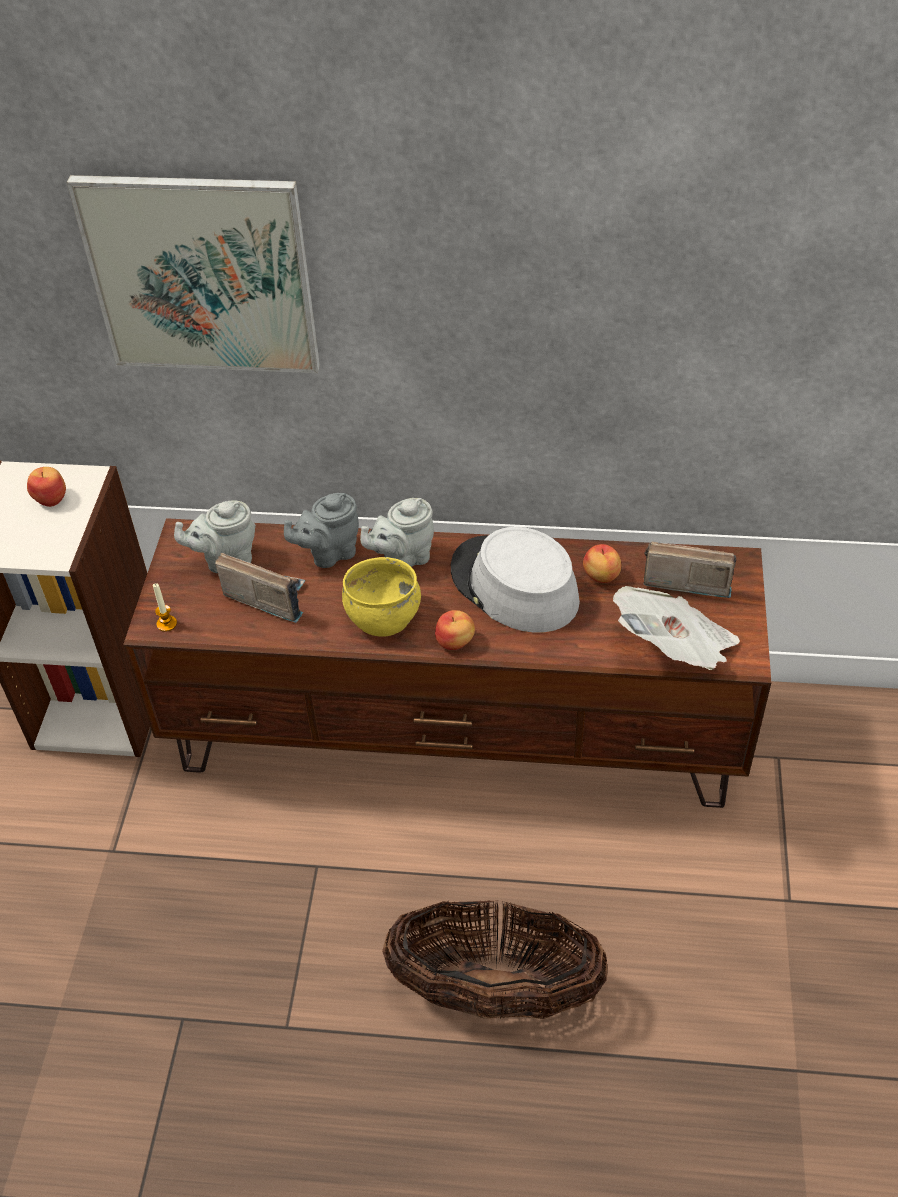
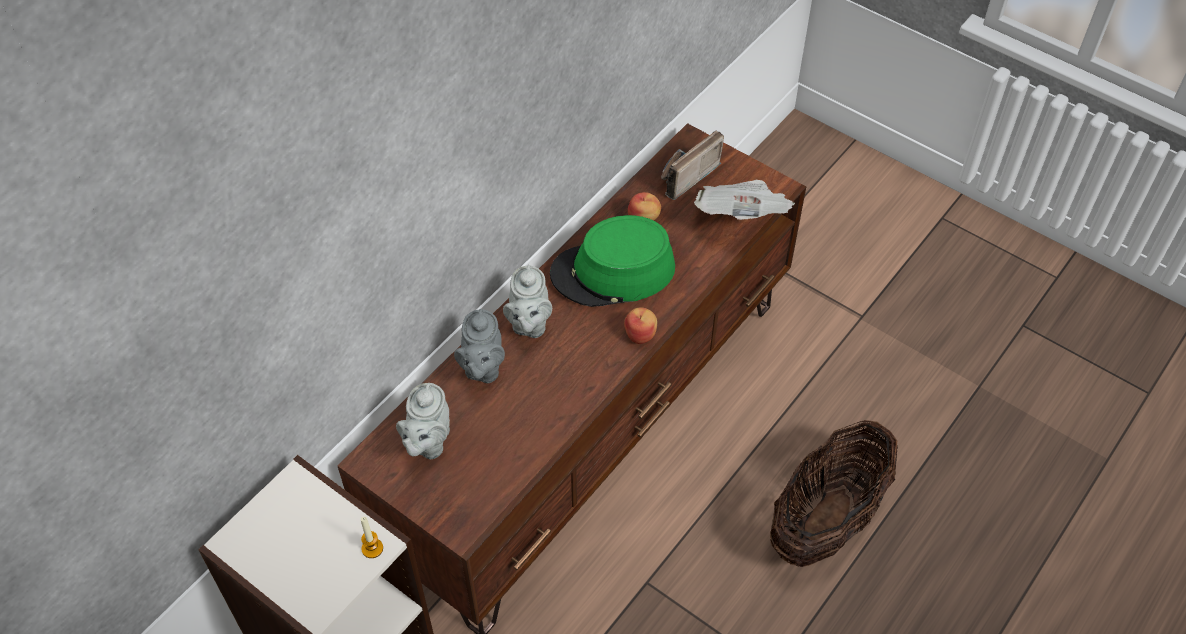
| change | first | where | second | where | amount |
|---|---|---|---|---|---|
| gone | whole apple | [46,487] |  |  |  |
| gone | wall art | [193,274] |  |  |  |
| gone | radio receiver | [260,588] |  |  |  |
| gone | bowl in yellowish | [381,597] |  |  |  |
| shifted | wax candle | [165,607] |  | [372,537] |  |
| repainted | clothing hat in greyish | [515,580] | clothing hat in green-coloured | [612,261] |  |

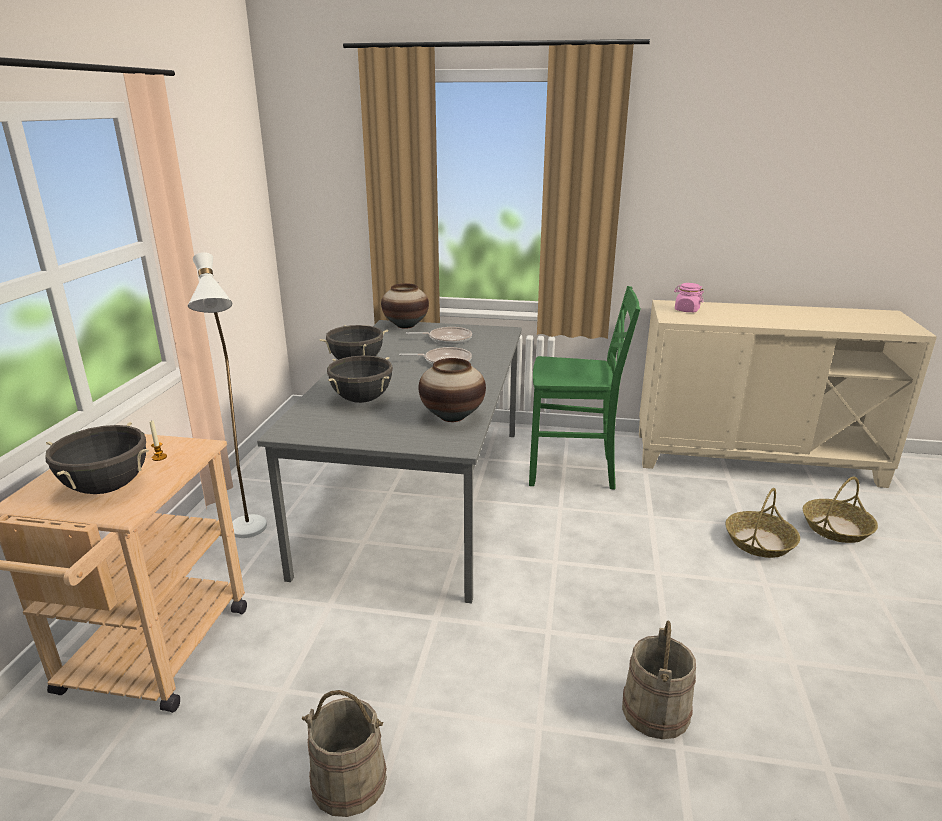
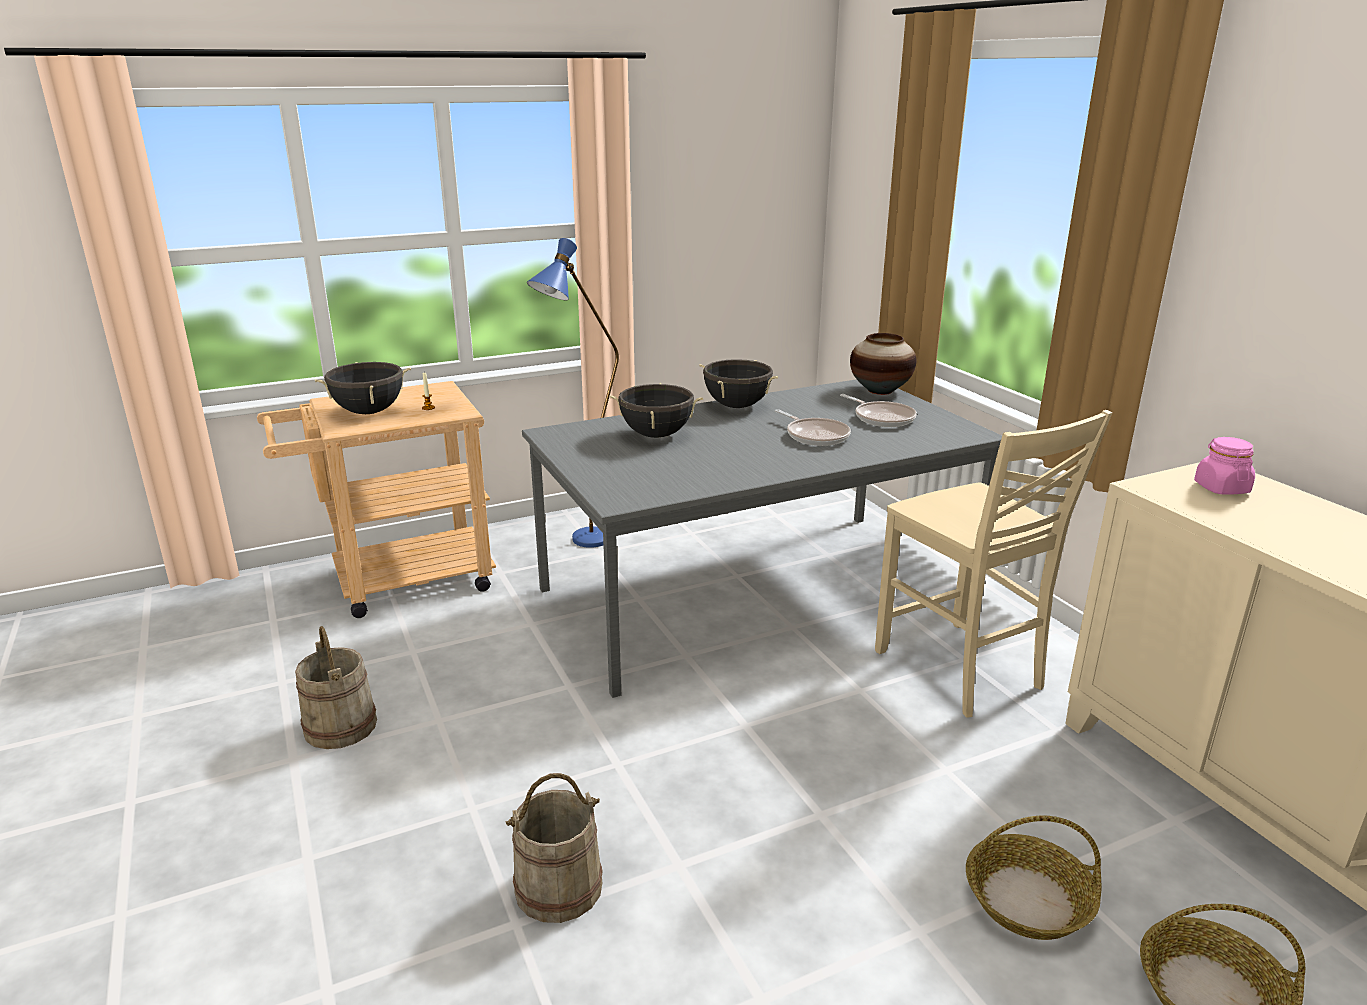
| change | first | where | second | where | amount |
|---|---|---|---|---|---|
| gone | flower vase | [452,390] |  |  |  |
| repainted | standard lamp in white | [227,395] | standard lamp in blue | [573,393] |  |
| repainted | upright chair in green-coloured | [585,388] | upright chair in sand-coloured | [993,564] |  |

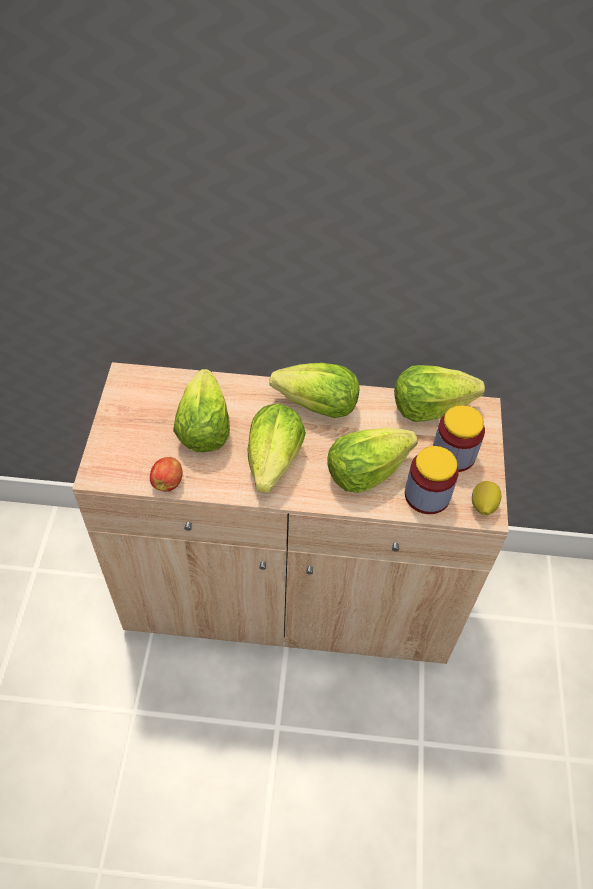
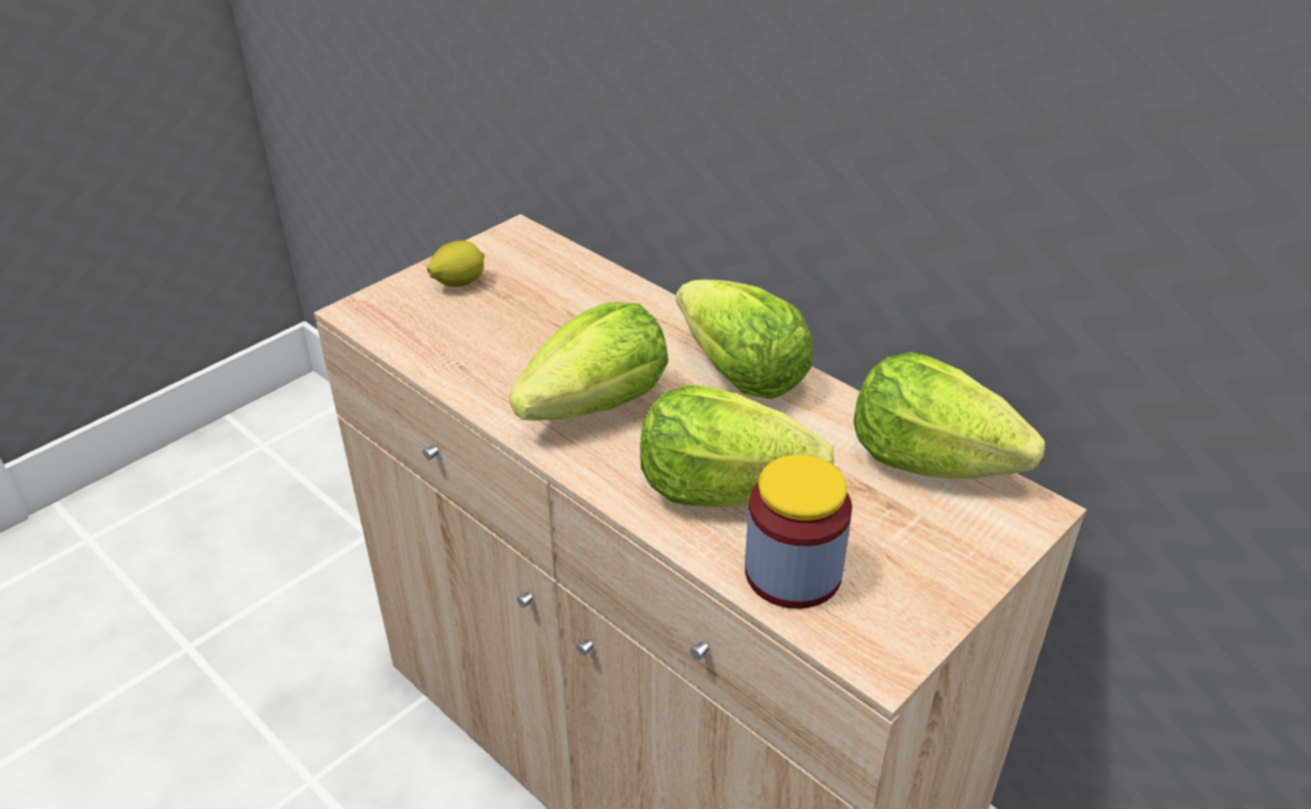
| change | first | where | second | where | amount |
|---|---|---|---|---|---|
| gone | whole apple | [166,474] |  |  |  |
| gone | lettuce head | [201,410] |  |  |  |
| gone | storage jar | [459,438] |  |  |  |
| shifted | lemon | [486,498] |  | [456,263] |  |

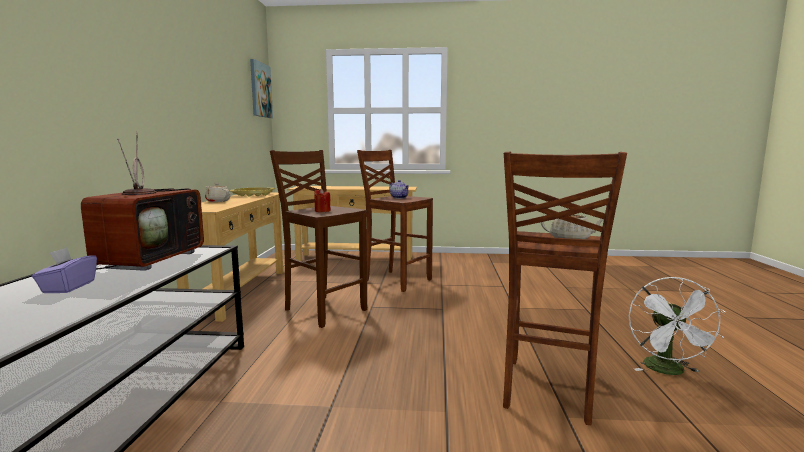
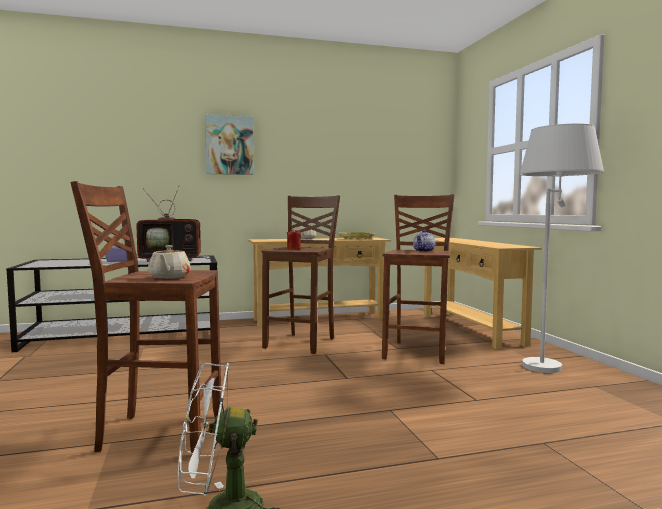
| change | first | where | second | where | amount |
|---|---|---|---|---|---|
| new |  |  | standard lamp in white | [562,248] |  |
| shifted | wall art | [261,88] |  | [229,144] |  |

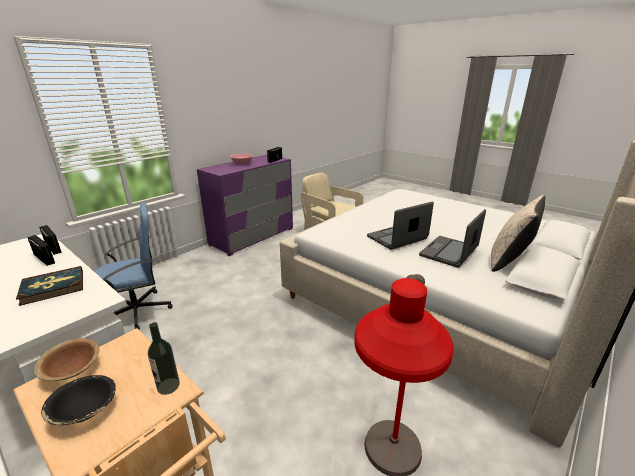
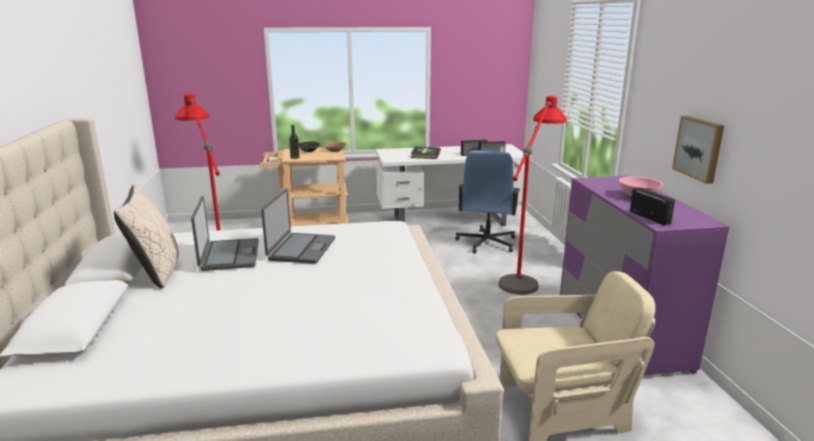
| change | first | where | second | where | amount |
|---|---|---|---|---|---|
| new |  |  | standard lamp in red | [532,195] |  |
| new |  |  | wall art | [698,150] |  |

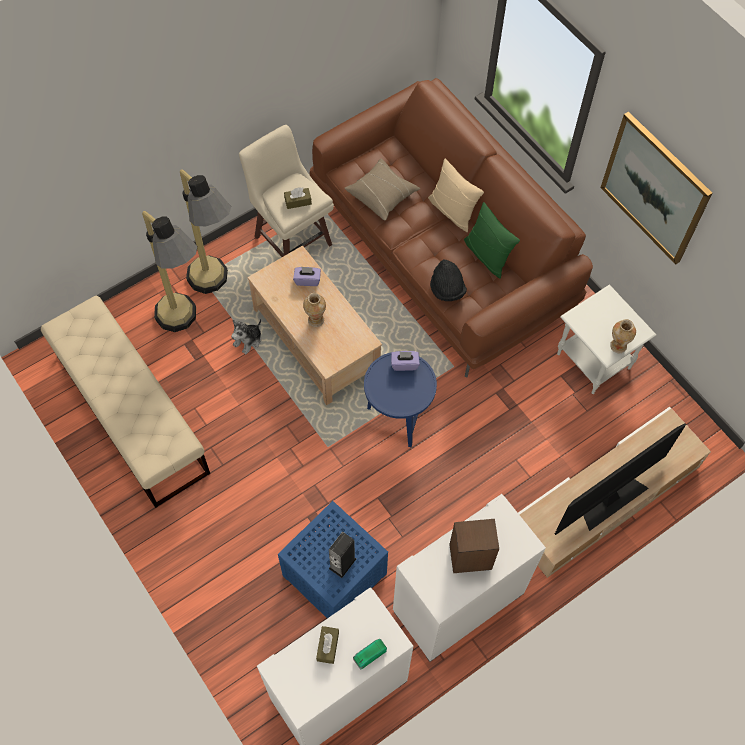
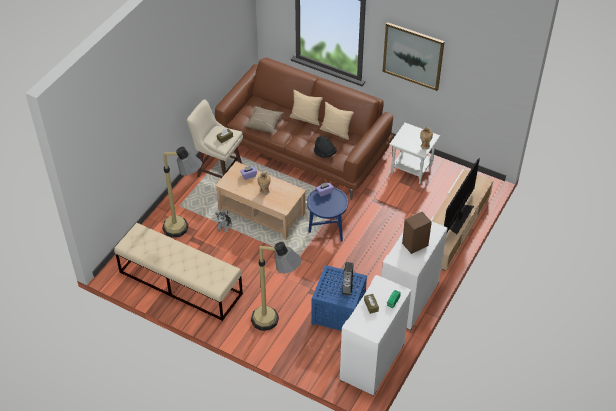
| change | first | where | second | where | amount |
|---|---|---|---|---|---|
| shifted | standard lamp | [205,231] |  | [276,286] |  |
| repainted | throw pillow in green-coloured | [492,240] | throw pillow in sand-coloured | [337,121] |  |

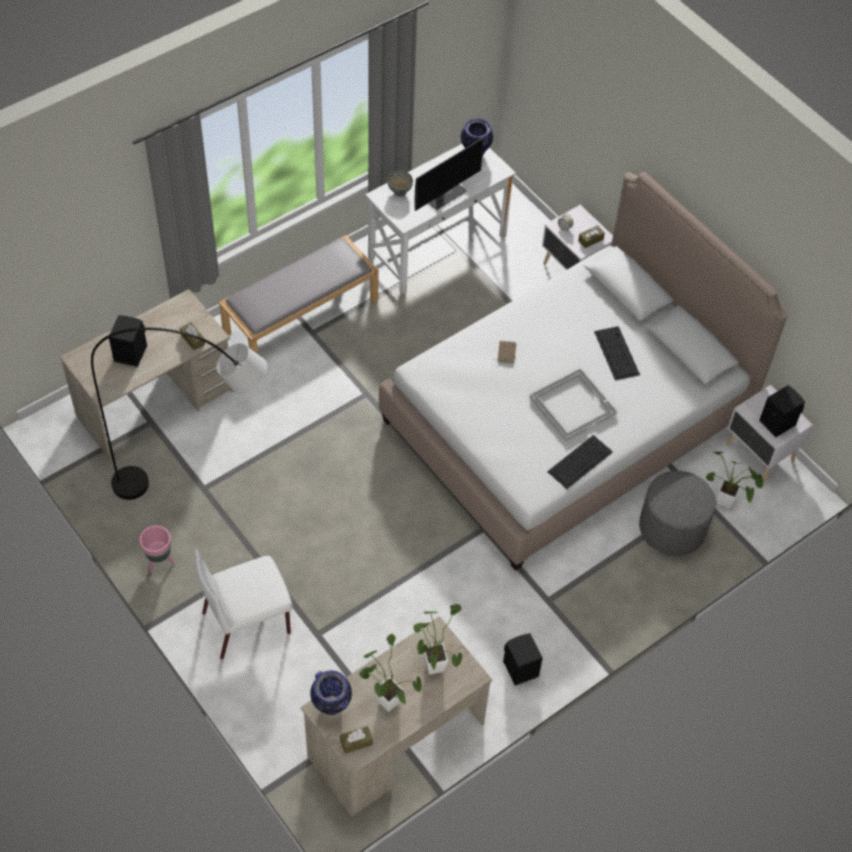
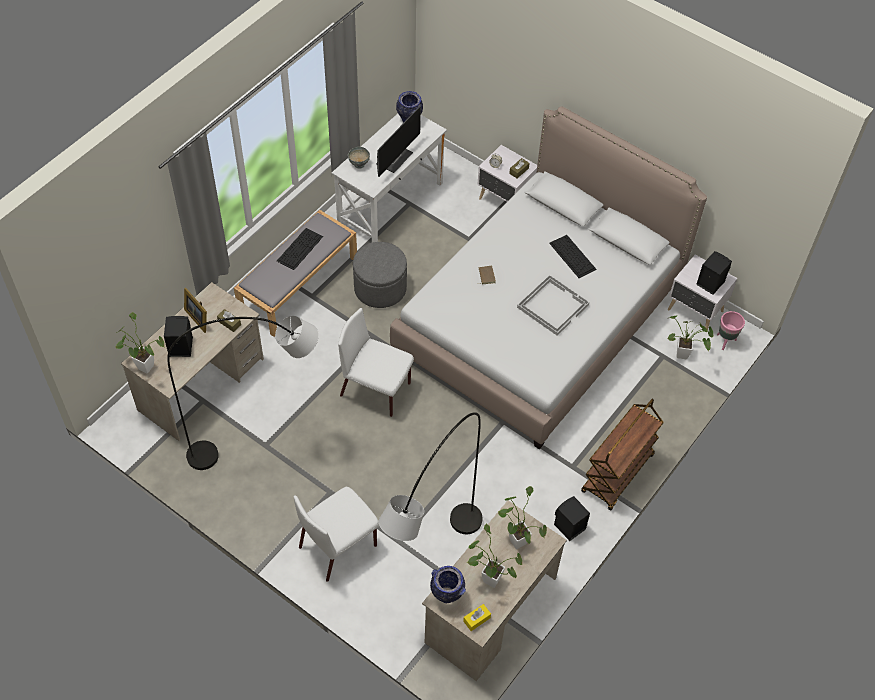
| change | first | where | second | where | amount |
|---|---|---|---|---|---|
| new |  |  | potted plant | [140,342] |  |
| new |  |  | standing frame | [195,310] |  |
| new |  |  | upright chair in white | [376,362] |  |
| new |  |  | standard lamp in greyish | [431,476] |  |
| new |  |  | trolley in brown | [622,455] |  |
| shifted | plant pot in pinkish | [157,549] |  | [731,330] |  |
| shifted | computer keyboard | [580,462] |  | [300,249] |  |
| shifted | ottoman in greyish | [677,513] |  | [380,275] |  |
| repainted | tissue holder in brown | [356,740] | tissue holder in yellowish | [477,617] |  |

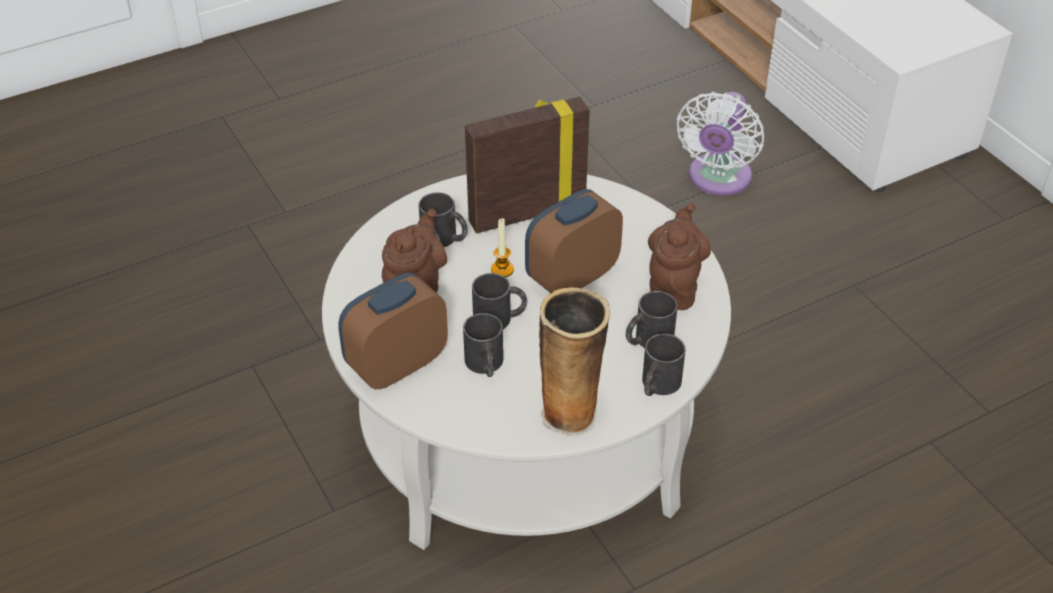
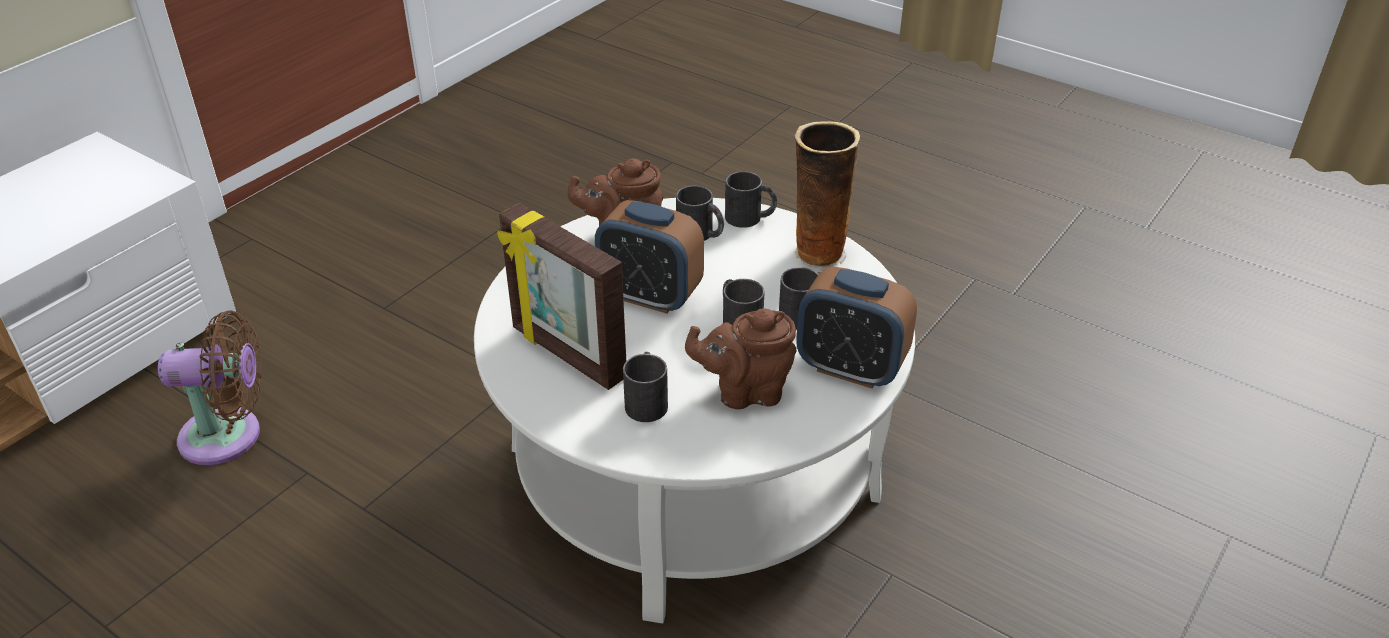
| change | first | where | second | where | amount |
|---|---|---|---|---|---|
| gone | wax candle | [502,247] |  |  |  |
| repainted | cooling fan in white | [720,143] | cooling fan in brown | [210,388] |  |

